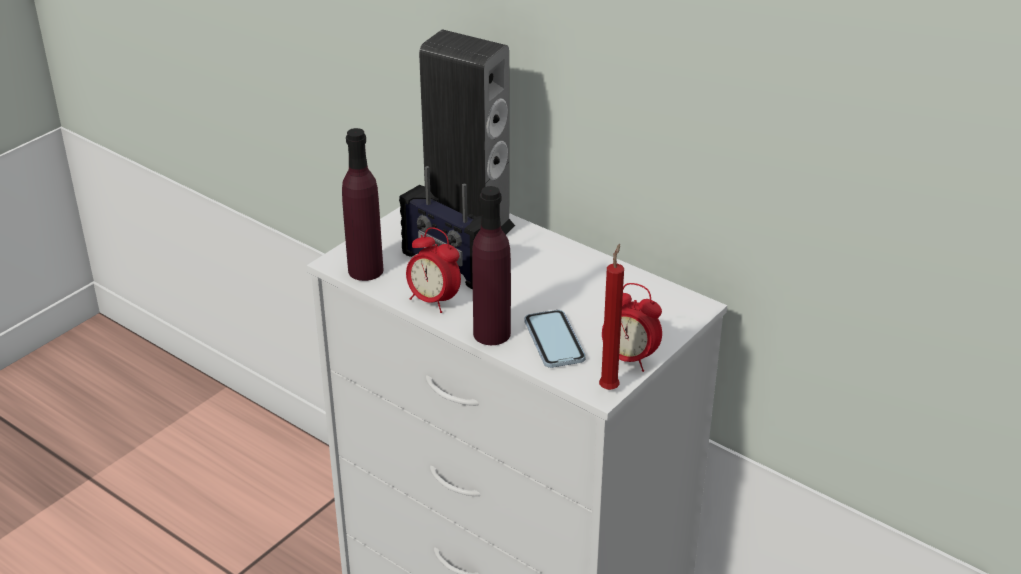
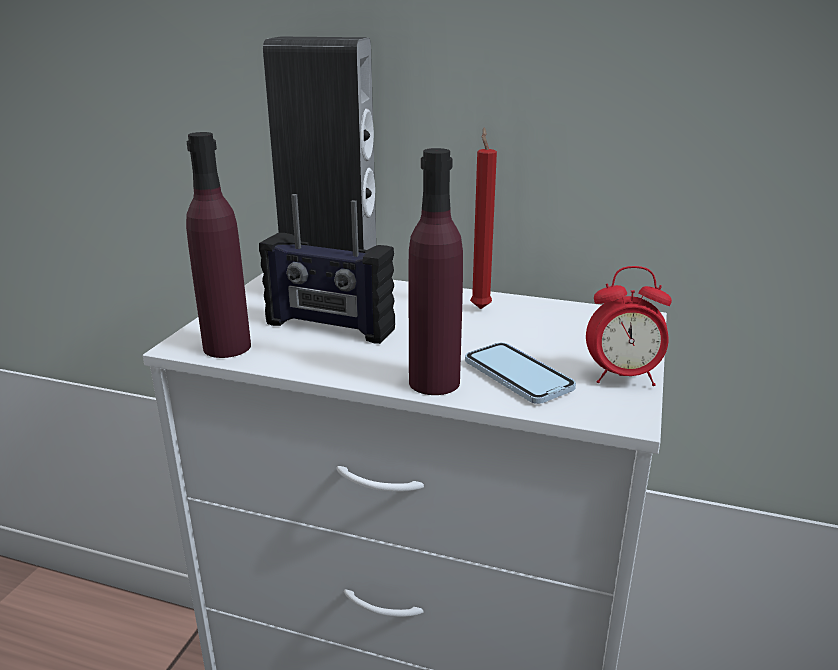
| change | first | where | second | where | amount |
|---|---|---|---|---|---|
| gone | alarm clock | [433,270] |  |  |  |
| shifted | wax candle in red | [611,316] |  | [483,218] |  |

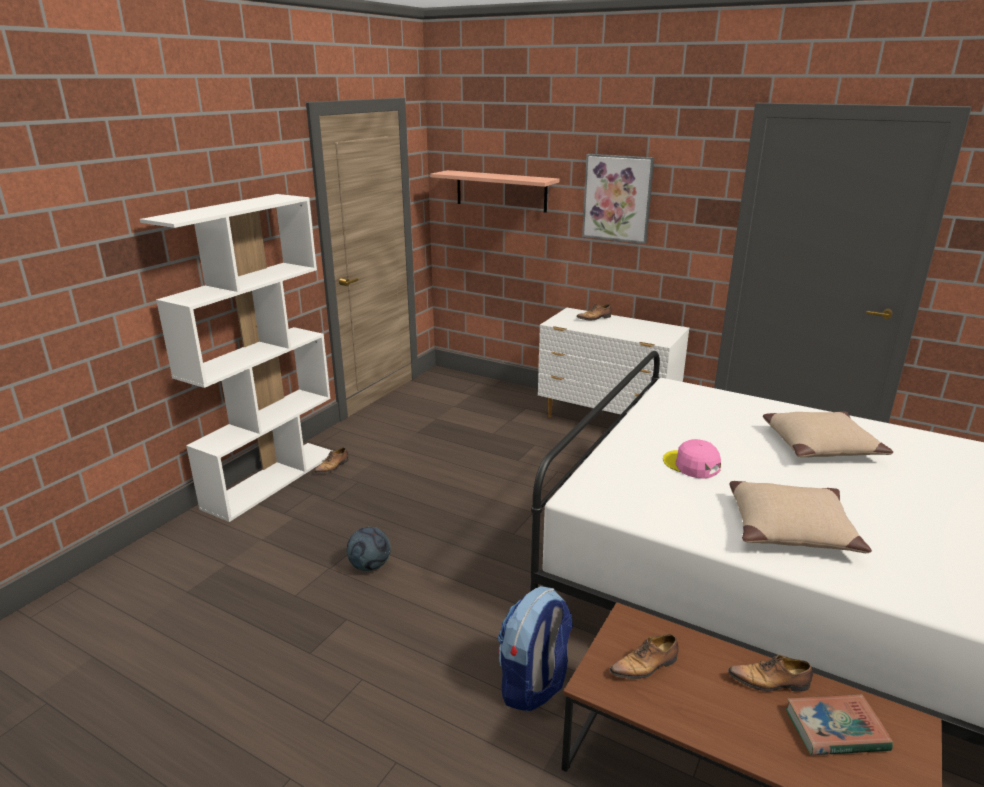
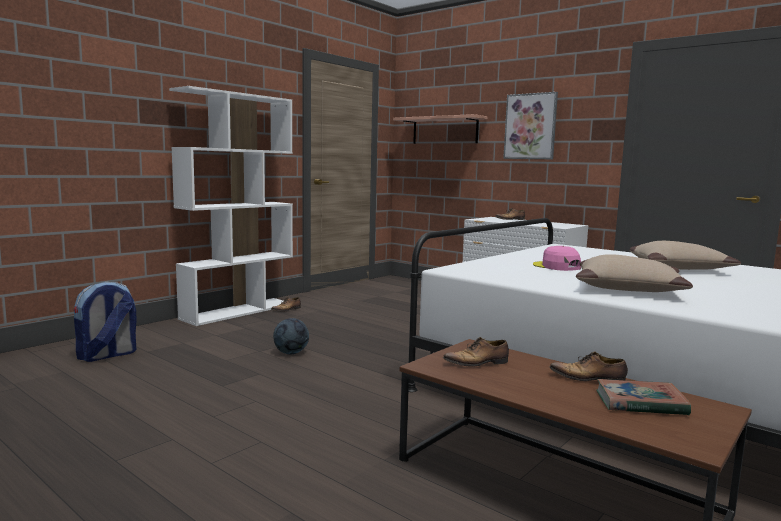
| change | first | where | second | where | amount |
|---|---|---|---|---|---|
| shifted | backpack | [535,648] |  | [105,322] |  |

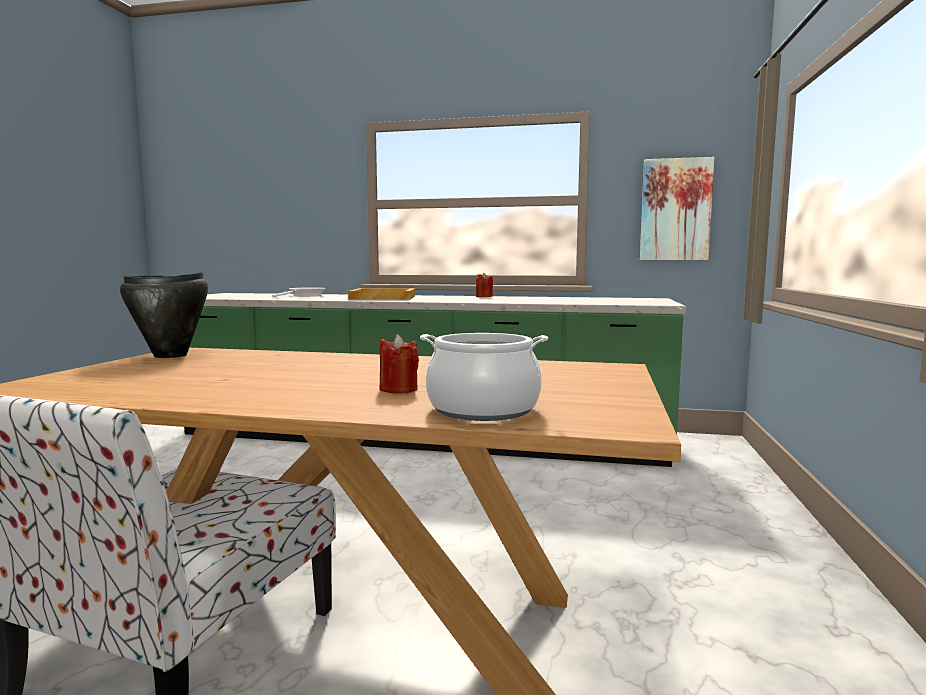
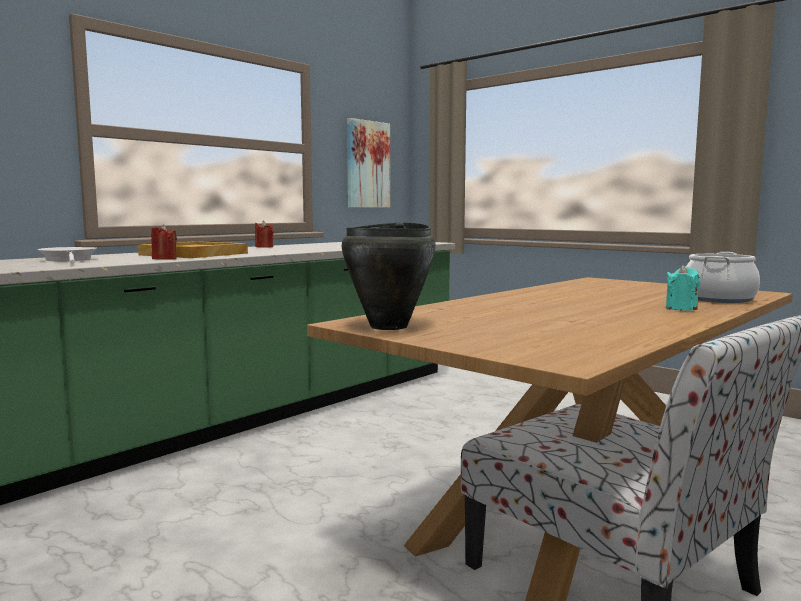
| change | first | where | second | where | amount |
|---|---|---|---|---|---|
| new |  |  | wax candle in turquoise-coloured | [683,288] |  |
| shifted | wax candle in red | [399,363] |  | [164,242] |  |

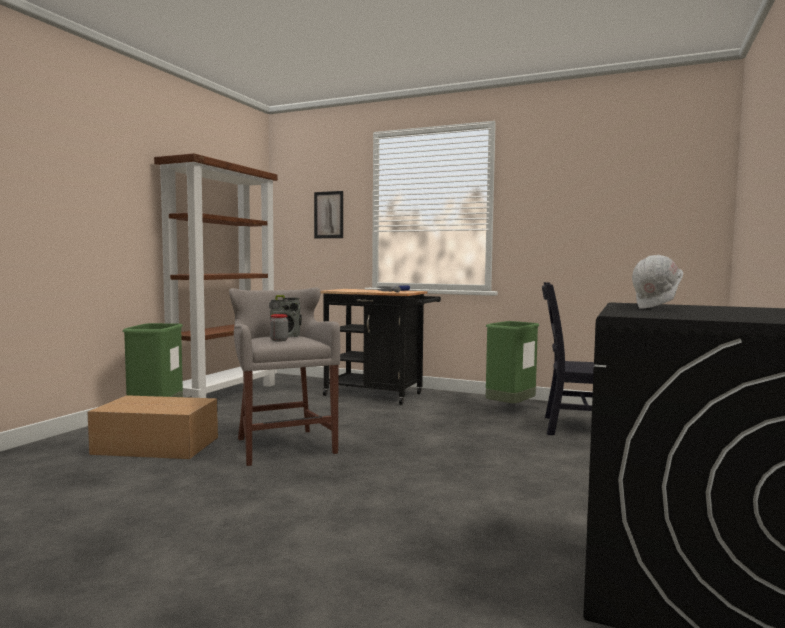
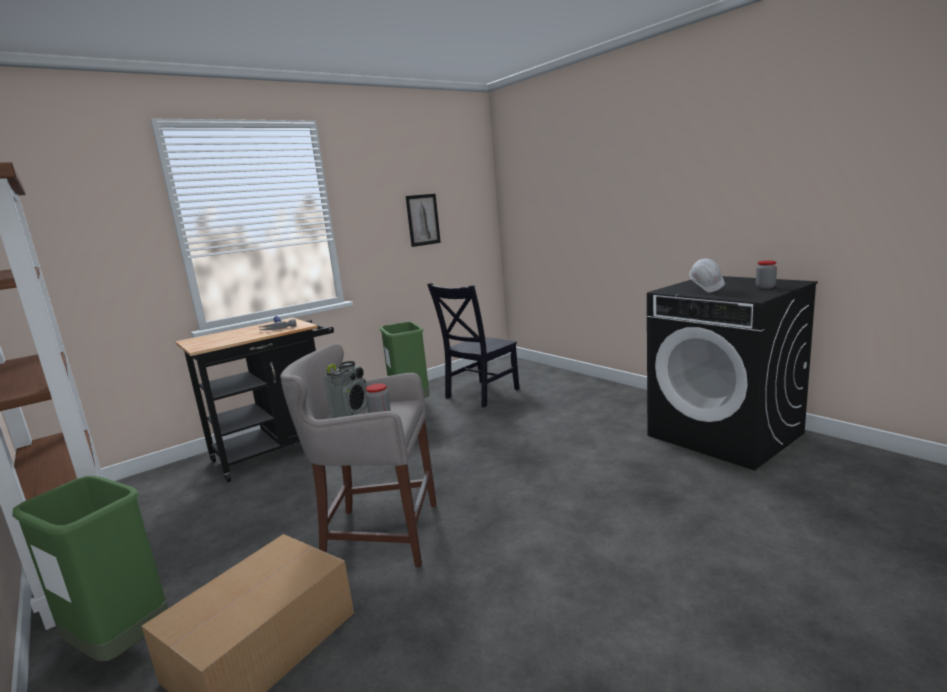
| change | first | where | second | where | amount |
|---|---|---|---|---|---|
| new |  |  | storage jar | [766,275] |  |
| shifted | wall art | [328,214] |  | [423,220] |  |

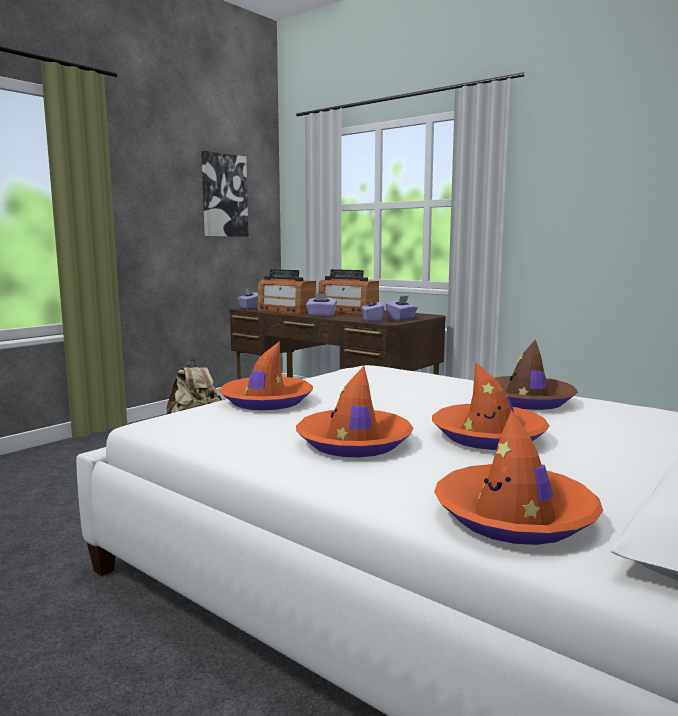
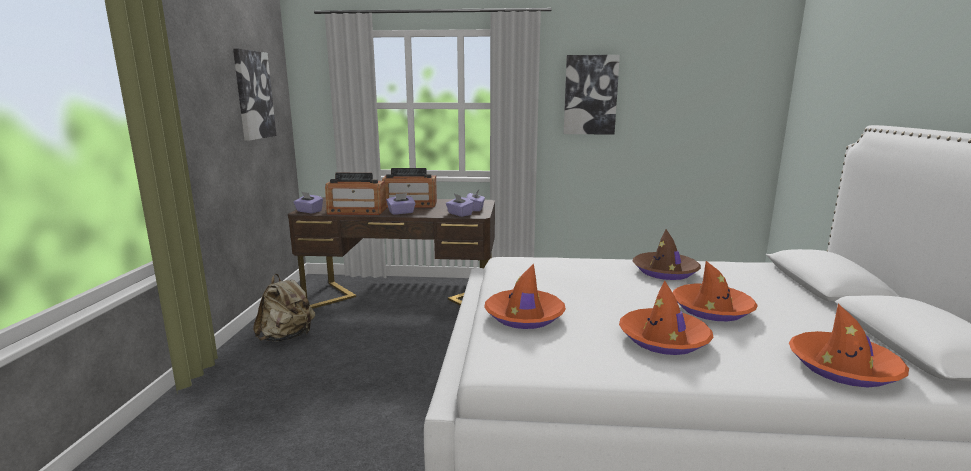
| change | first | where | second | where | amount |
|---|---|---|---|---|---|
| new |  |  | wall art | [592,94] |  |

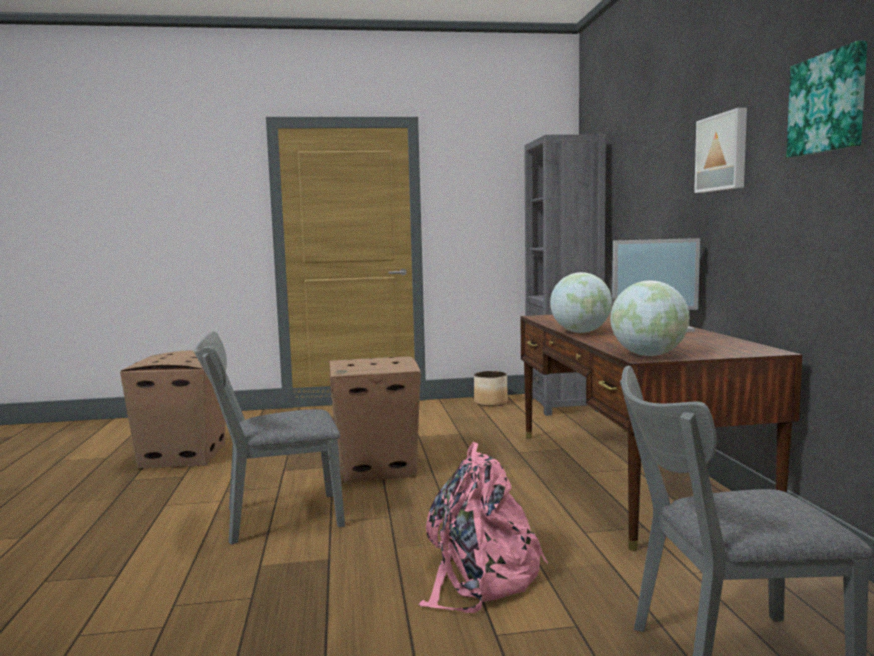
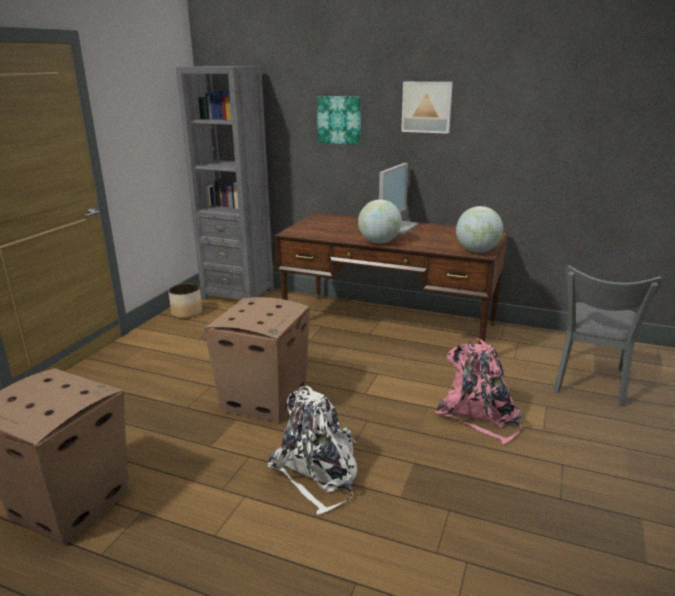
| change | first | where | second | where | amount |
|---|---|---|---|---|---|
| shifted | wall art | [826,99] |  | [339,120] |  |
| swapped | upright chair in greyish | [269,438] | backpack in white | [312,450] |  |

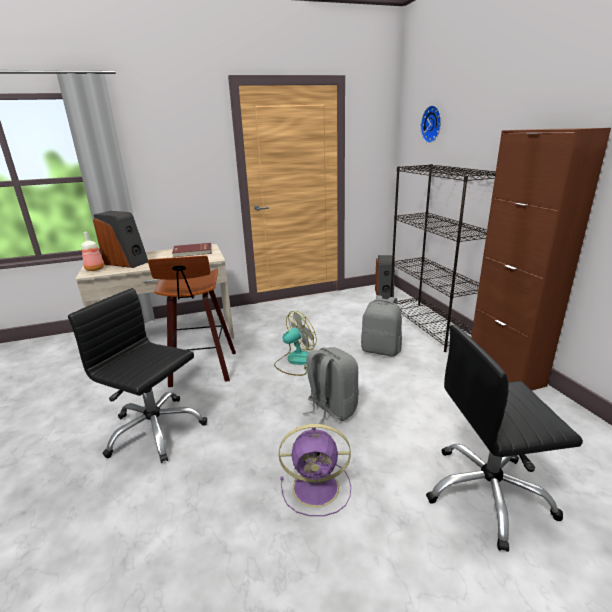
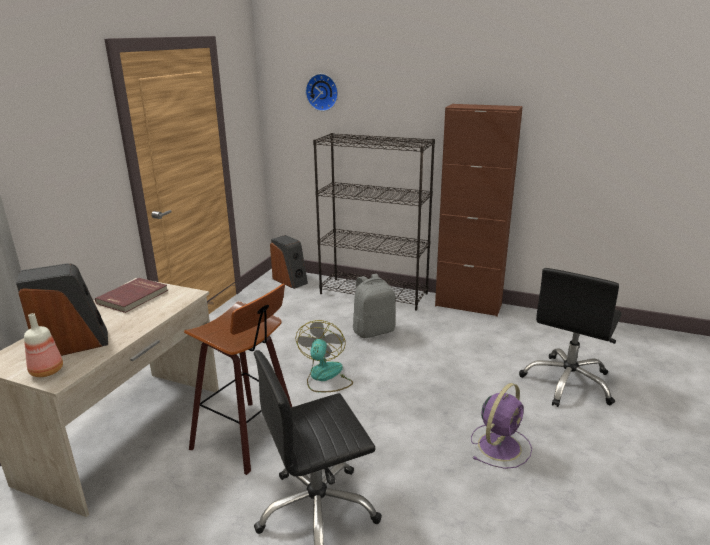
| change | first | where | second | where | amount |
|---|---|---|---|---|---|
| gone | backpack in greyish | [331,385] |  |  |  |

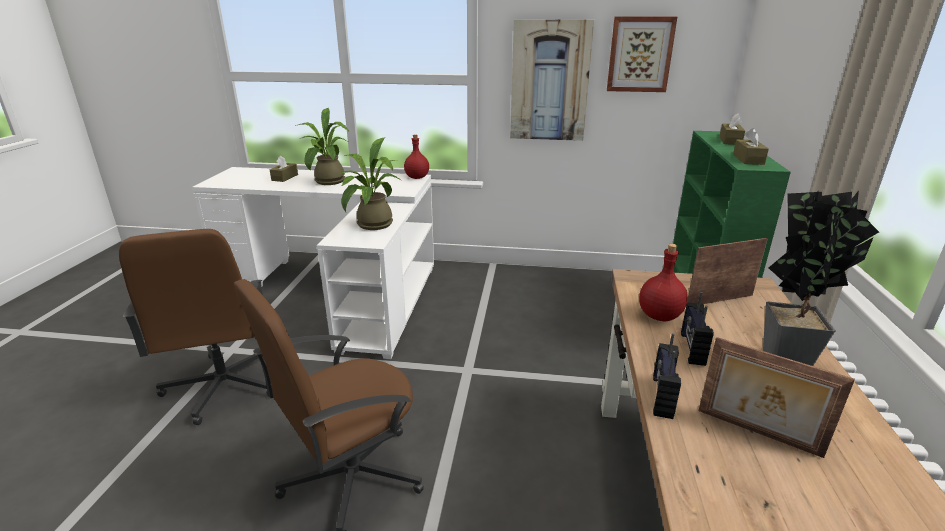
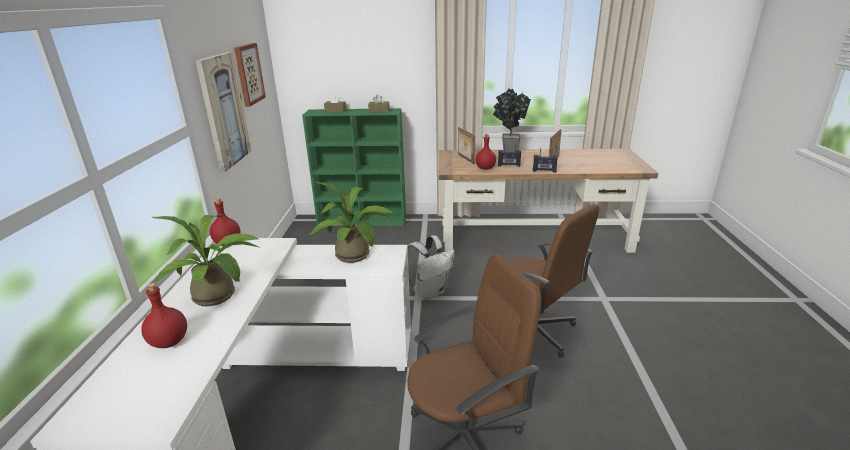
| change | first | where | second | where | amount |
|---|---|---|---|---|---|
| new |  |  | backpack in white | [431,267] |  |
| swapped | tissue holder in brown | [284,169] | drink bottle in red | [164,315] |  |

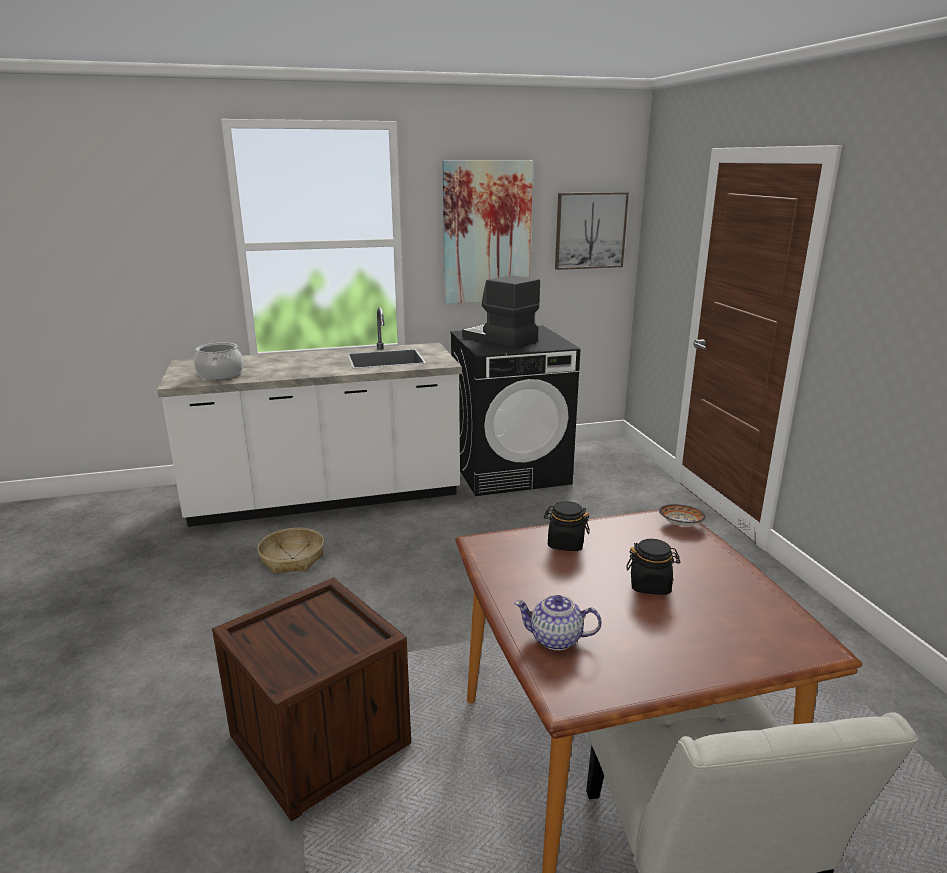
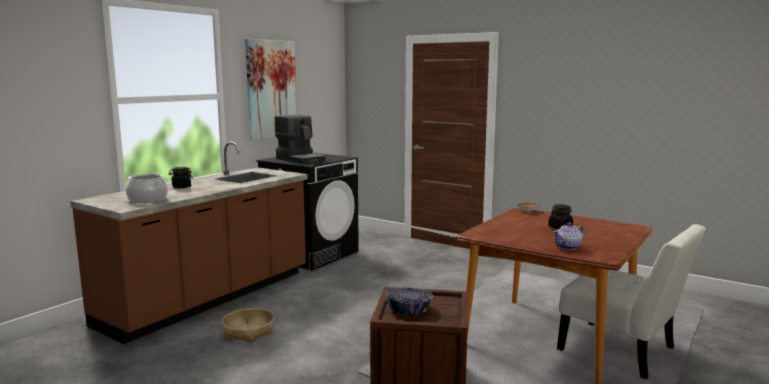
| change | first | where | second | where | amount |
|---|---|---|---|---|---|
| gone | wall art | [592,231] |  |  |  |
| new |  |  | bowl | [409,301] |  |
| shifted | storage jar in black-coloured | [567,526] |  | [181,177] |  |
| repainted | counter in white | [309,417] | counter in brown | [189,243] |  |
| rotated | coffee maker | [501,311] |  | [300,139] | 135 degrees counterclockwise |

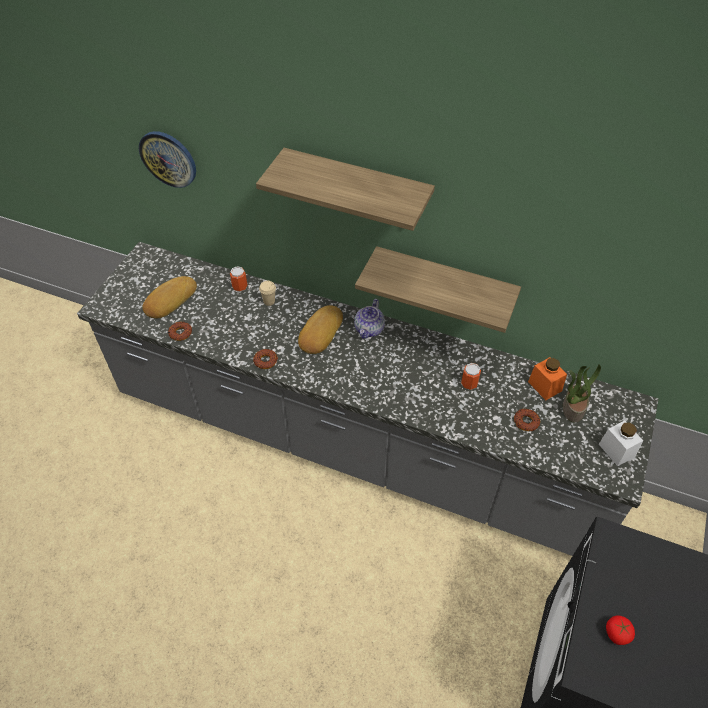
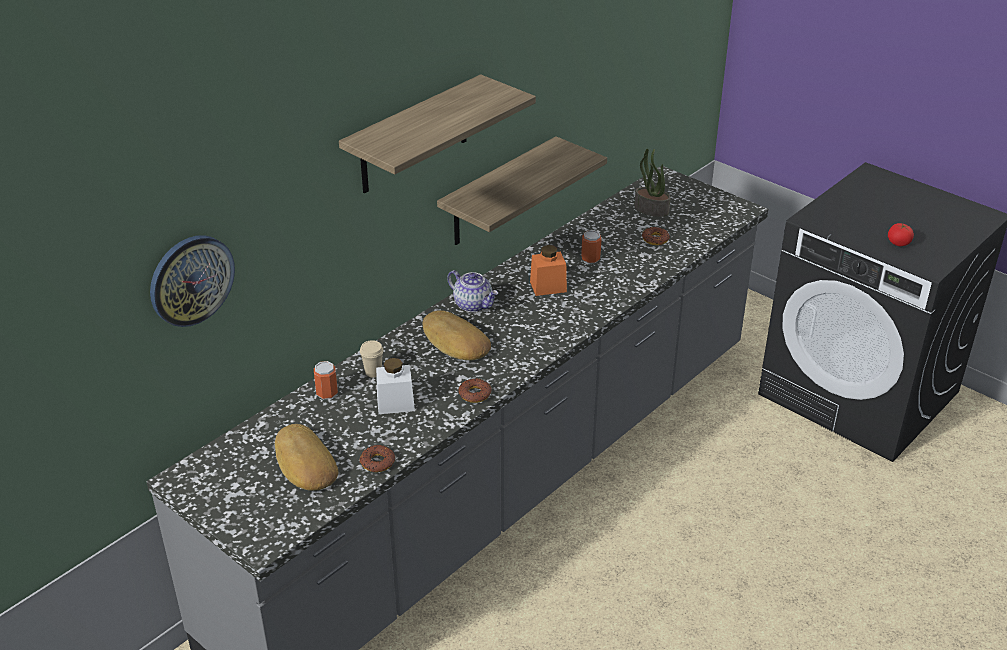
| change | first | where | second | where | amount |
|---|---|---|---|---|---|
| shifted | storage jar in orange | [547,378] |  | [548,270] |  |
| shifted | storage jar in white | [621,443] |  | [395,386] |  |

